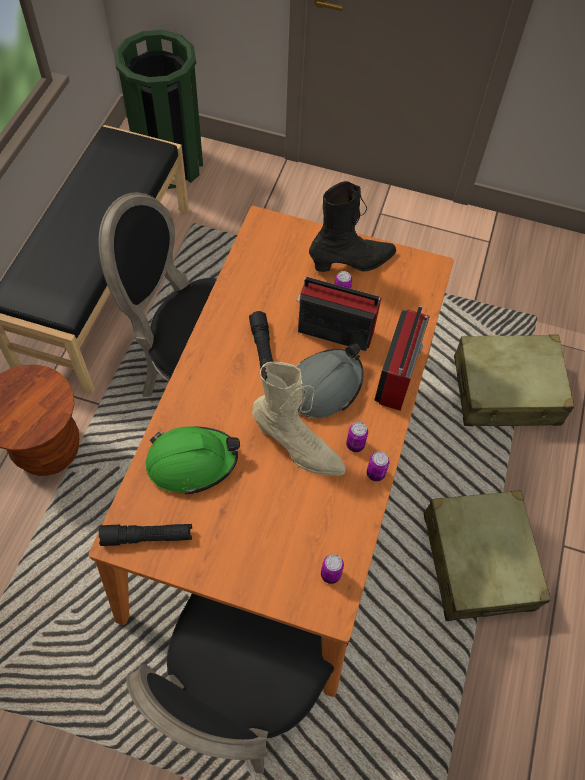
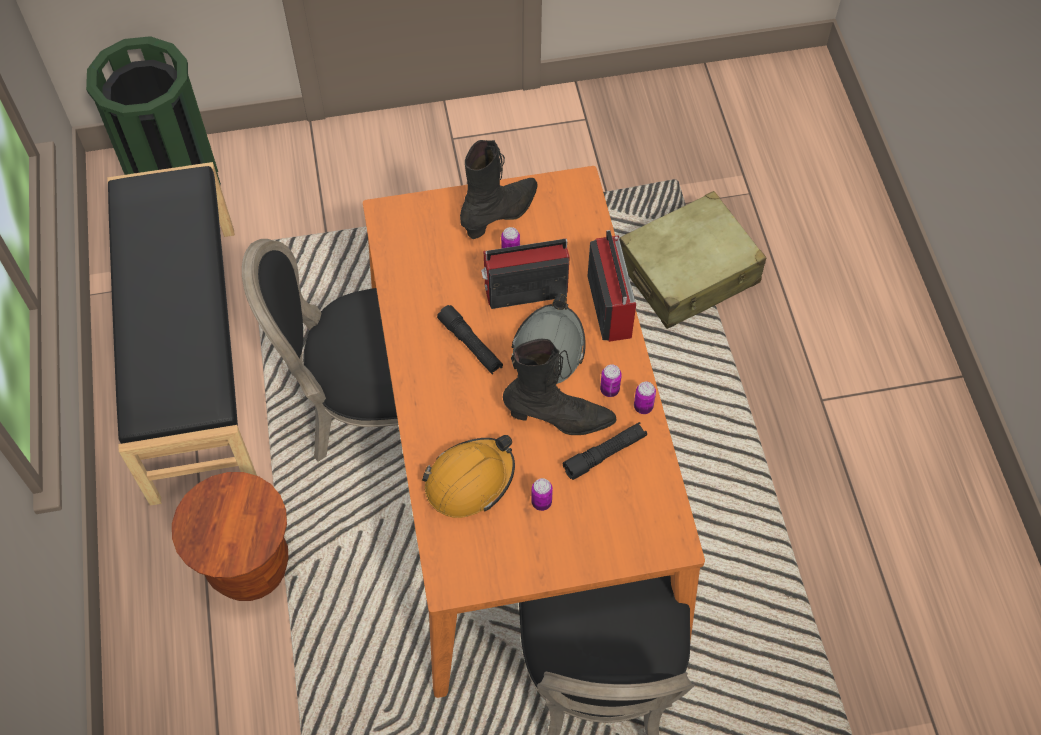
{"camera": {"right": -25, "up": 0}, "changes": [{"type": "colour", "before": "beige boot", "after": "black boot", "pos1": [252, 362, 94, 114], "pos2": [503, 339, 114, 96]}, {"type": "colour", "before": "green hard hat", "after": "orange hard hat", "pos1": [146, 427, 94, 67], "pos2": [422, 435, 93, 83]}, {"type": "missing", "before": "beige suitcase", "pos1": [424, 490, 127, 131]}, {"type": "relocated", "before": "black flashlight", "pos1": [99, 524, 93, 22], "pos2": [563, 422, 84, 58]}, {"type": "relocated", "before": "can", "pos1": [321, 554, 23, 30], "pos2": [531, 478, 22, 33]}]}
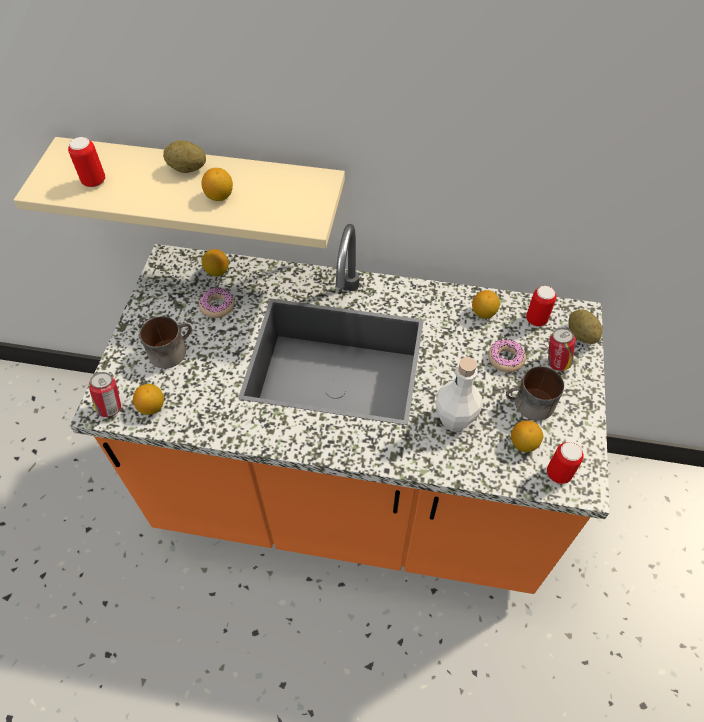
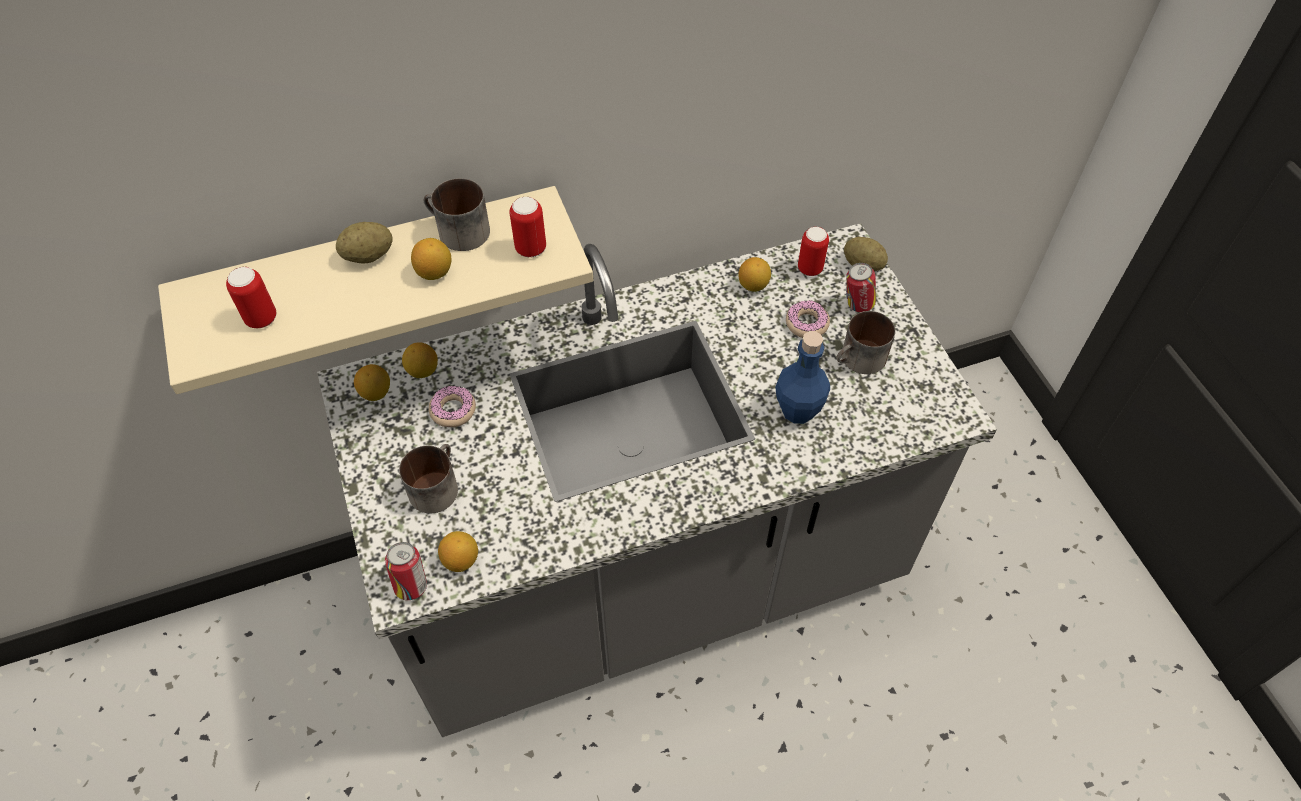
{"camera": {"right": -30, "up": 0}, "changes": [{"type": "colour", "before": "orange counter", "after": "grey counter", "pos1": [70, 224, 540, 370], "pos2": [317, 223, 680, 514]}, {"type": "colour", "before": "white bottle", "after": "blue bottle", "pos1": [435, 357, 47, 74], "pos2": [775, 331, 55, 93]}, {"type": "relocated", "before": "lemon", "pos1": [511, 420, 32, 32], "pos2": [354, 364, 36, 37]}, {"type": "relocated", "before": "can", "pos1": [547, 442, 37, 42], "pos2": [509, 197, 37, 60]}, {"type": "appeared", "after": "mug", "pos2": [424, 178, 66, 73]}]}
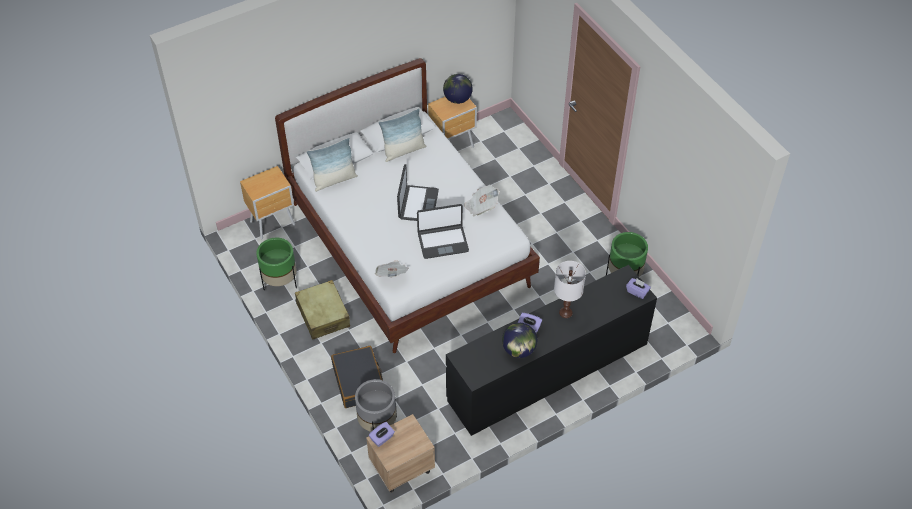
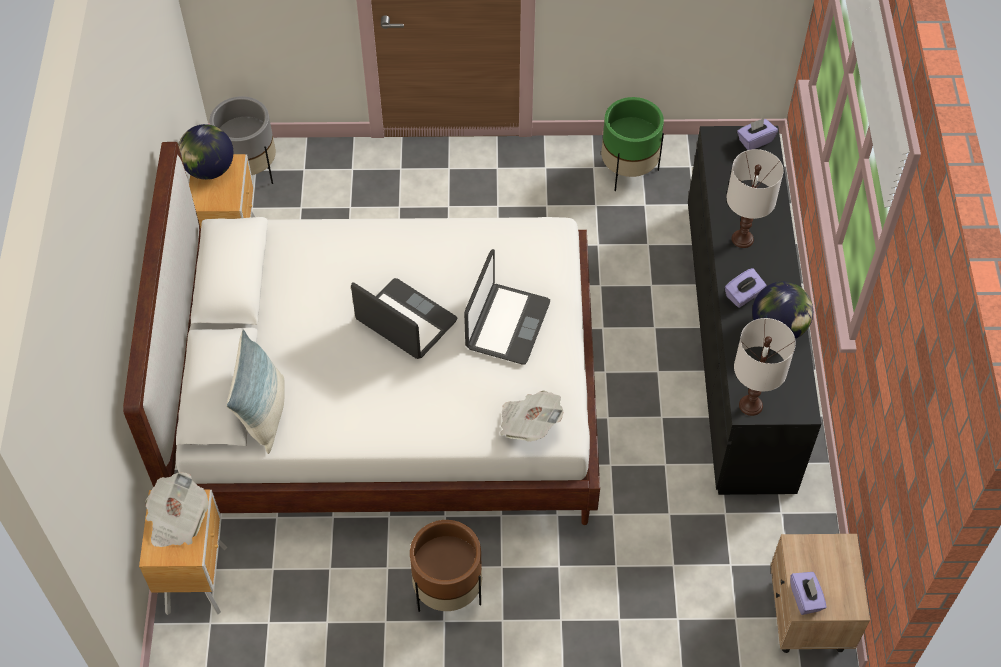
{"camera": {"right": -60, "up": 5}, "changes": [{"type": "missing", "before": "pillow", "pos1": [378, 108, 49, 54]}, {"type": "relocated", "before": "newspaper", "pos1": [464, 185, 36, 31], "pos2": [145, 472, 64, 75]}, {"type": "missing", "before": "green planter", "pos1": [256, 238, 41, 52]}, {"type": "exchanged", "before": "beige suitcase", "after": "brown planter", "pos1": [295, 280, 55, 60], "pos2": [410, 520, 72, 92]}, {"type": "missing", "before": "black suitcase", "pos1": [331, 346, 52, 62]}, {"type": "relocated", "before": "grey planter", "pos1": [355, 379, 42, 53], "pos2": [210, 96, 66, 88]}, {"type": "appeared", "after": "white table lamp", "pos2": [734, 318, 62, 98]}]}
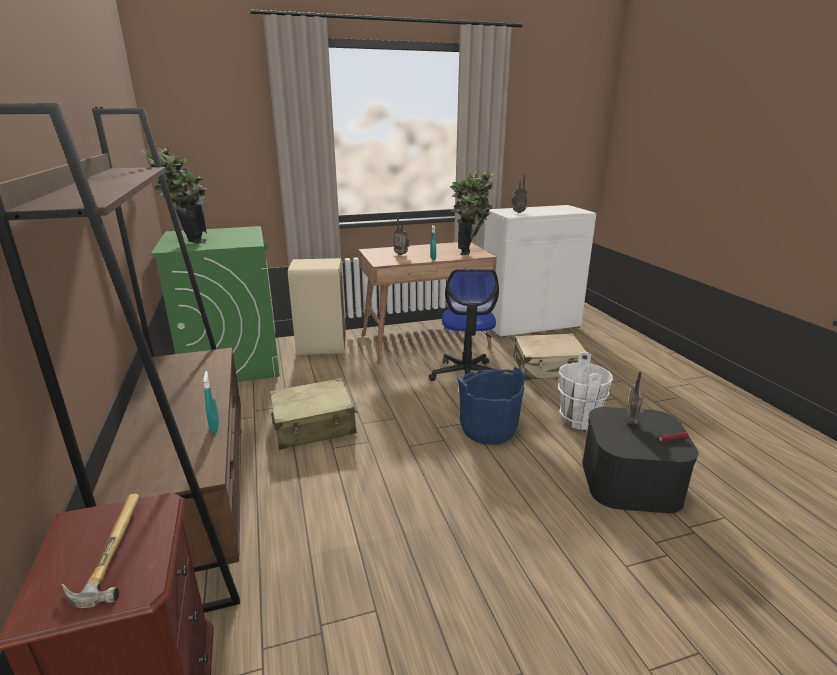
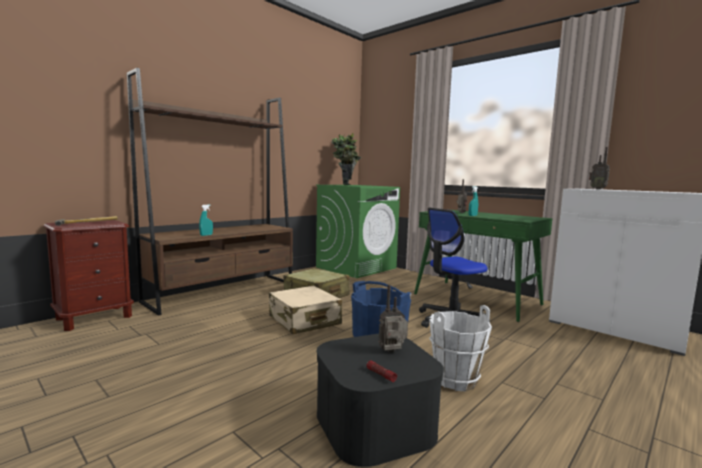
{"camera": {"right": 60, "up": -15}, "changes": [{"type": "missing", "before": "potted plant", "pos1": [450, 171, 44, 84]}, {"type": "colour", "before": "brown desk", "after": "green desk", "pos1": [358, 242, 139, 123], "pos2": [414, 210, 138, 112]}, {"type": "missing", "before": "beige trash can", "pos1": [288, 258, 58, 97]}, {"type": "relocated", "before": "beige suitcase", "pos1": [514, 333, 73, 47], "pos2": [269, 286, 73, 48]}]}
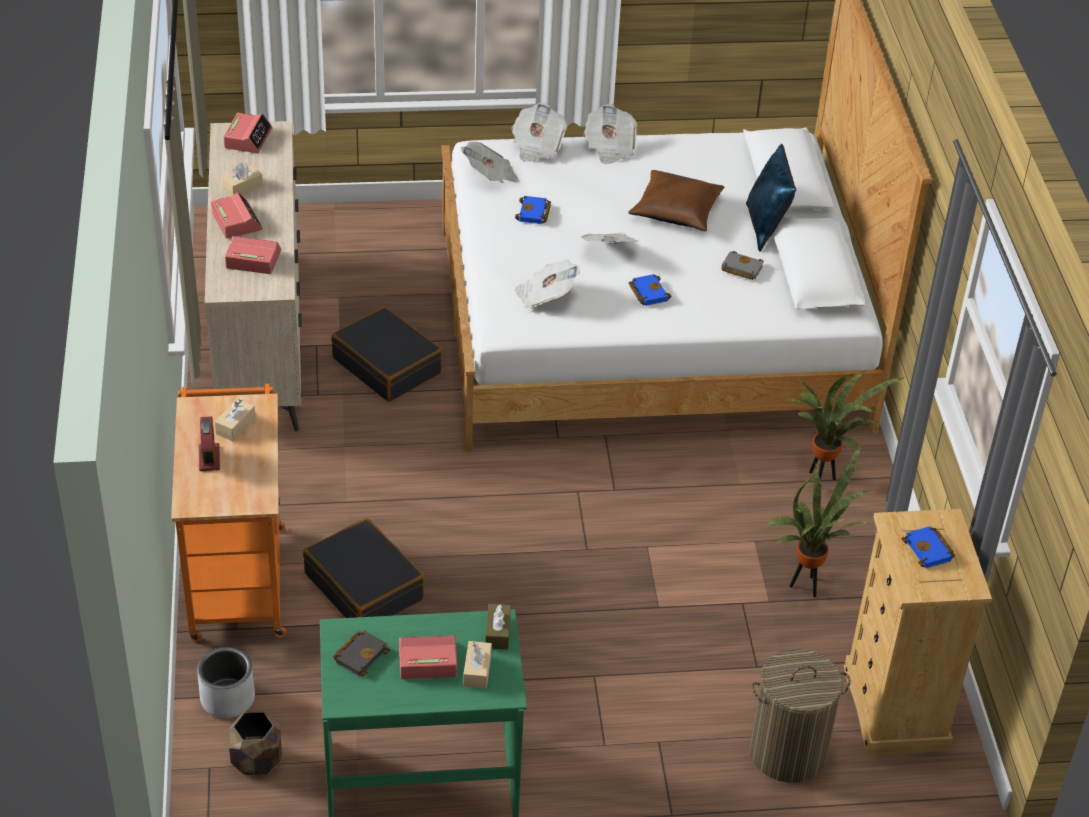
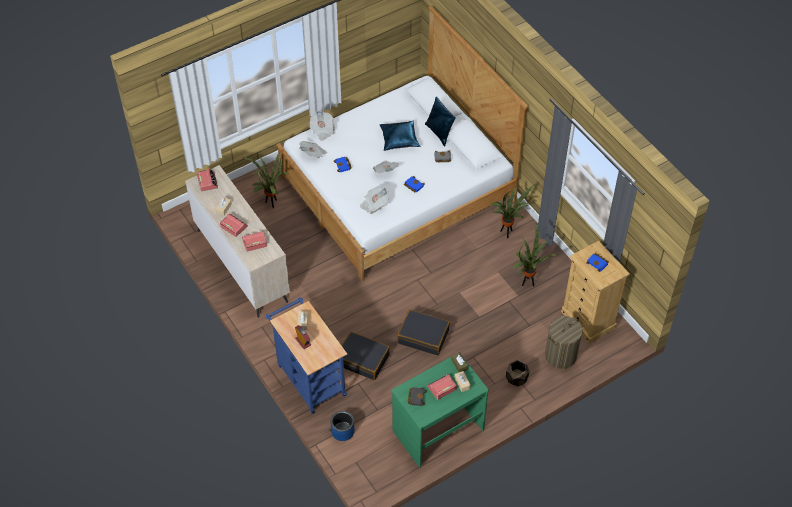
{"camera": {"right": -25, "up": 10}, "changes": [{"type": "missing", "before": "newspaper", "pos1": [584, 104, 53, 60]}, {"type": "colour", "before": "brown pillow", "after": "blue pillow", "pos1": [628, 170, 96, 61], "pos2": [380, 121, 40, 30]}, {"type": "relocated", "before": "black suitcase", "pos1": [331, 306, 112, 96], "pos2": [397, 309, 53, 46]}, {"type": "colour", "before": "orange cart", "after": "blue cart", "pos1": [171, 384, 115, 257], "pos2": [265, 297, 82, 117]}, {"type": "colour", "before": "grey planter", "after": "blue planter", "pos1": [197, 647, 58, 71], "pos2": [331, 411, 24, 30]}, {"type": "relocated", "before": "brown planter", "pos1": [228, 712, 54, 63], "pos2": [506, 360, 23, 27]}, {"type": "appeared", "after": "potted plant", "pos2": [242, 152, 48, 56]}]}
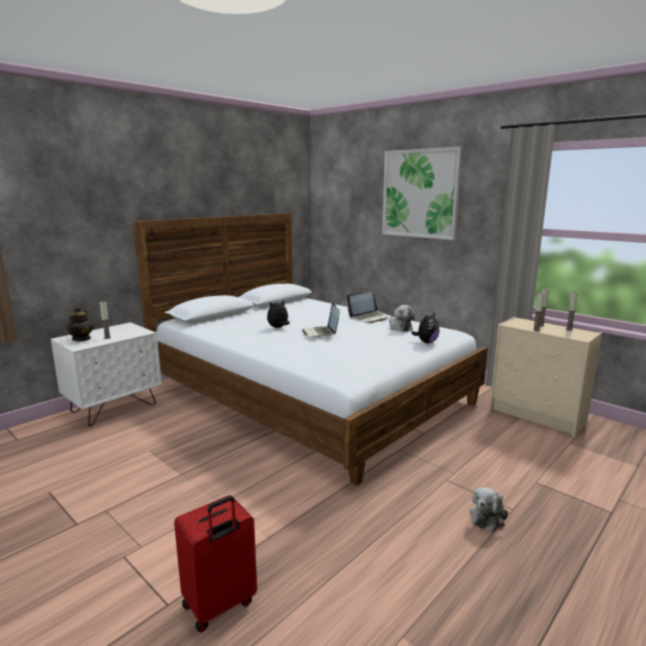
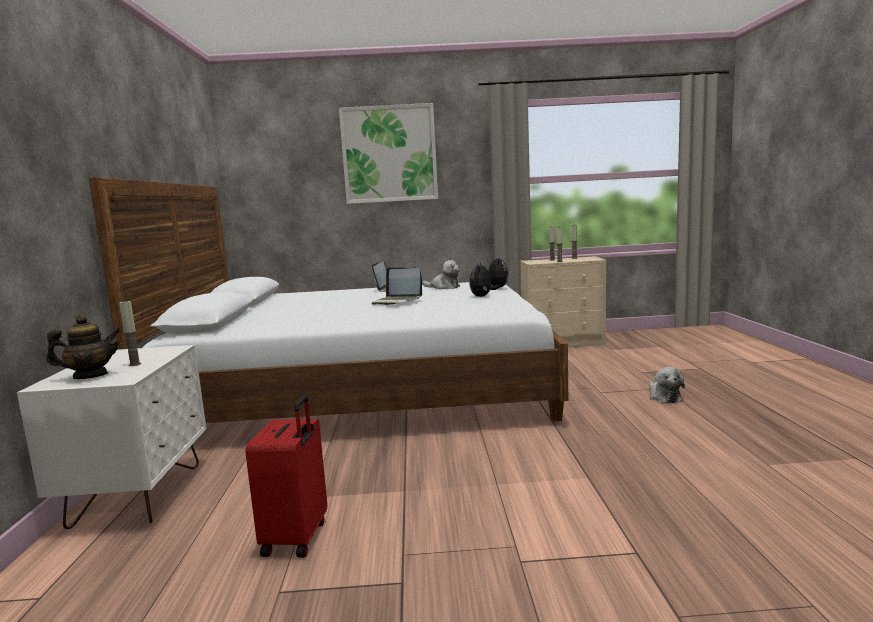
{"camera": {"right": -45, "up": -5}, "changes": [{"type": "relocated", "before": "plush toy", "pos1": [267, 300, 23, 28], "pos2": [469, 262, 31, 35]}, {"type": "spun", "before": "teapot", "pos1": [66, 306, 27, 35], "pos2": [46, 315, 76, 64], "turn": -60}, {"type": "relocated", "before": "red suitcase", "pos1": [174, 495, 83, 137], "pos2": [245, 395, 82, 163]}]}
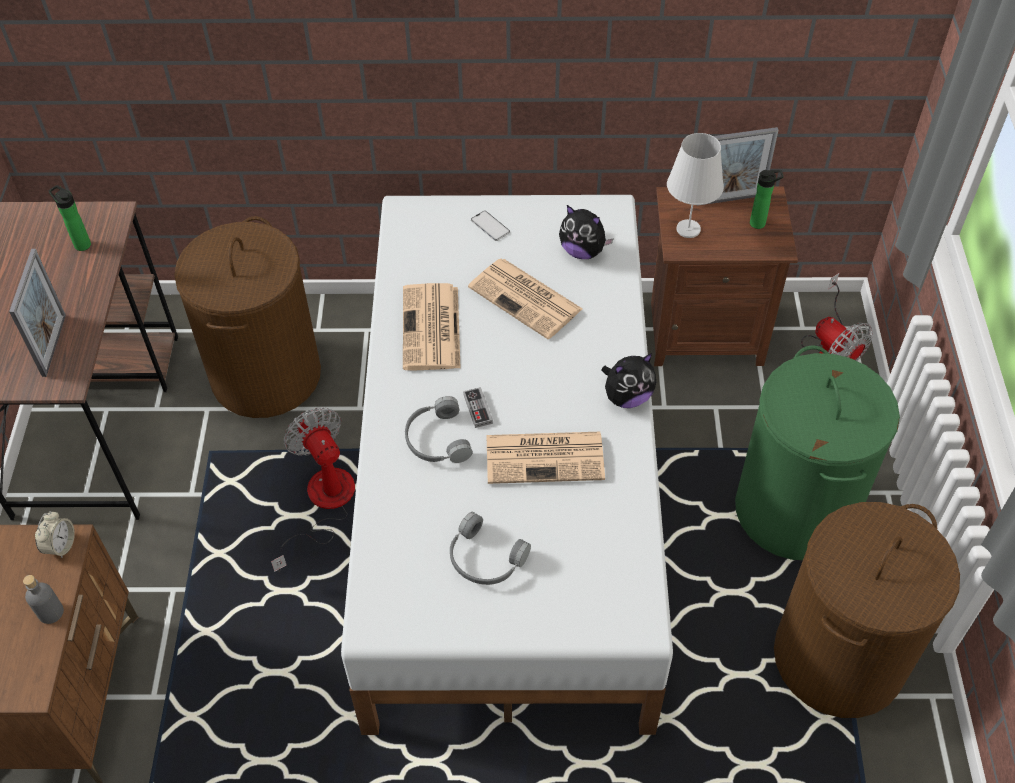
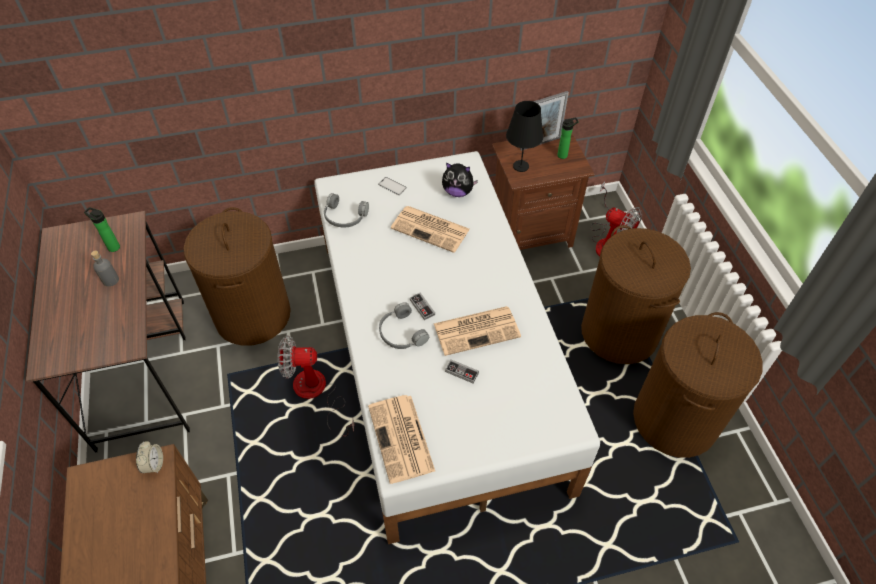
{"camera": {"right": -15, "up": 0}, "changes": [{"type": "colour", "before": "white table lamp", "after": "black table lamp", "pos1": [667, 133, 57, 105], "pos2": [506, 101, 37, 71]}, {"type": "missing", "before": "picture frame", "pos1": [9, 249, 57, 128]}, {"type": "relocated", "before": "newspaper", "pos1": [403, 283, 57, 88], "pos2": [368, 395, 67, 89]}, {"type": "colour", "before": "green laundry basket", "after": "brown laundry basket", "pos1": [735, 345, 165, 215], "pos2": [581, 225, 110, 139]}, {"type": "missing", "before": "plush toy", "pos1": [601, 353, 55, 55]}, {"type": "spun", "before": "fan", "pos1": [271, 407, 84, 165], "pos2": [278, 335, 76, 102], "turn": -45}, {"type": "relocated", "before": "grey headphones", "pos1": [450, 512, 81, 73], "pos2": [324, 193, 45, 34]}, {"type": "relocated", "before": "grey bottle", "pos1": [23, 575, 41, 49], "pos2": [91, 250, 28, 37]}, {"type": "appeared", "after": "game controller", "pos2": [445, 359, 34, 25]}]}
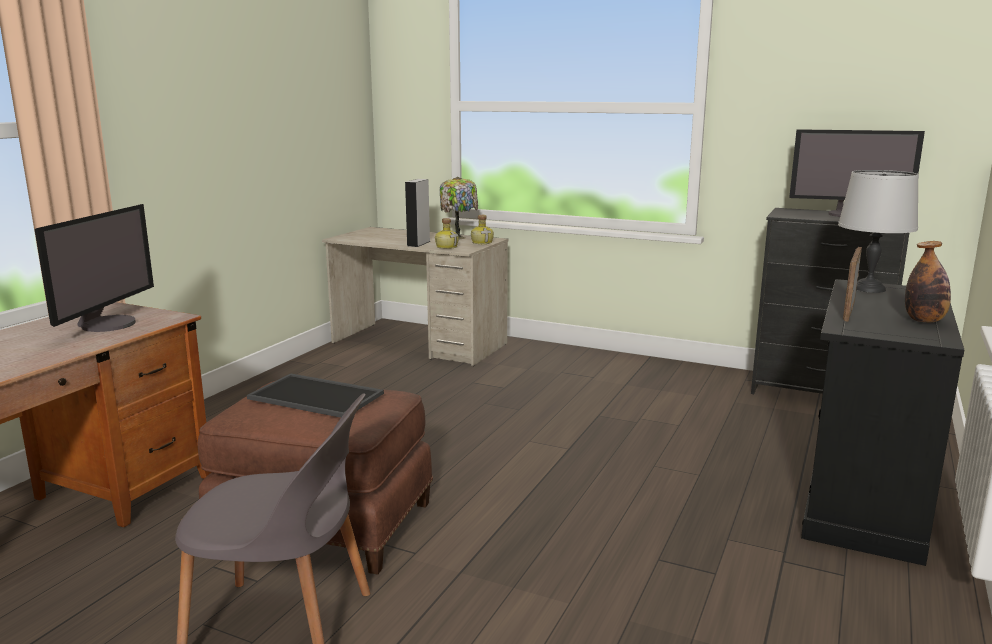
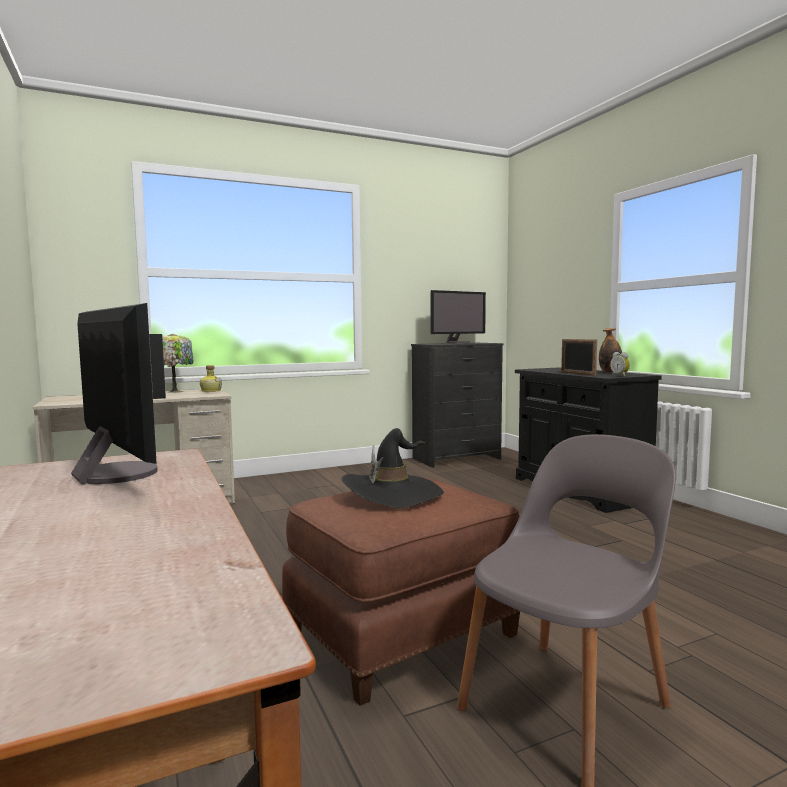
{"camera": {"right": -50, "up": -10}, "changes": [{"type": "missing", "before": "grey table lamp", "pos1": [838, 170, 81, 123]}, {"type": "missing", "before": "bottle", "pos1": [435, 218, 24, 31]}, {"type": "exchanged", "before": "tray", "after": "black hat", "pos1": [247, 374, 137, 44], "pos2": [341, 428, 103, 80]}, {"type": "appeared", "after": "alarm clock", "pos2": [610, 352, 20, 25]}]}
